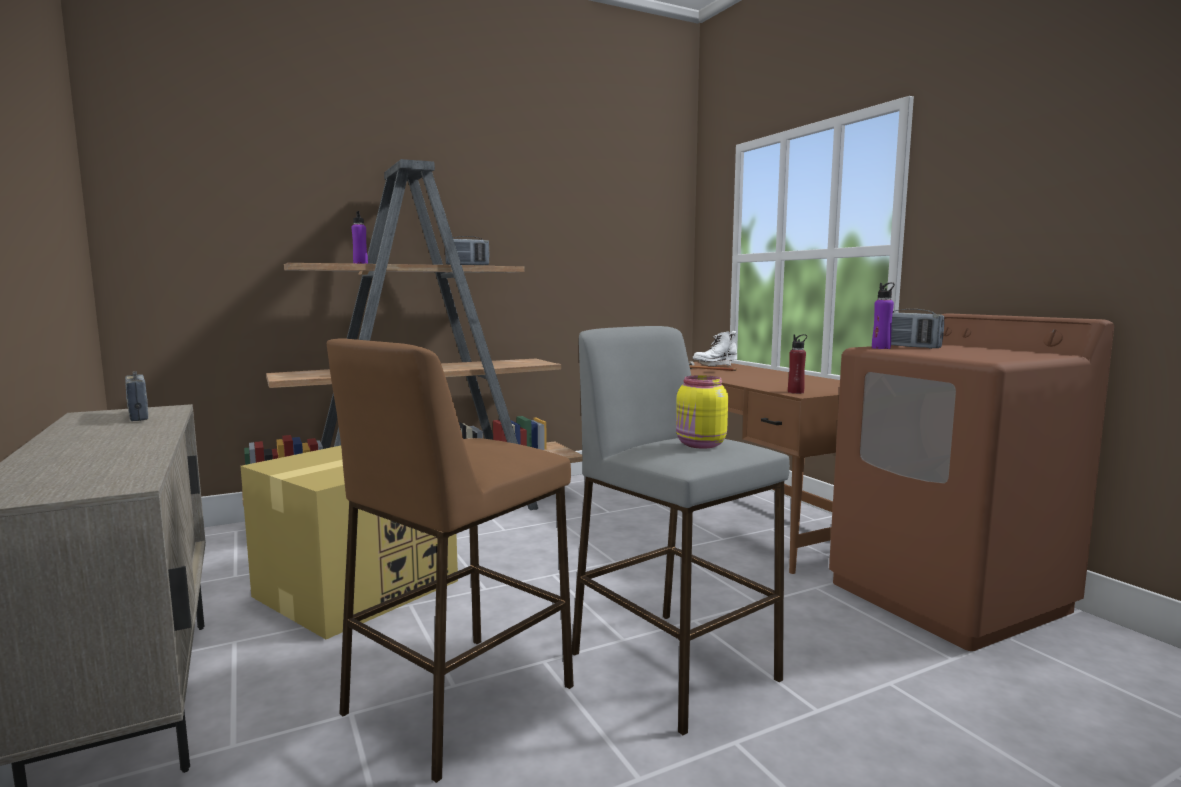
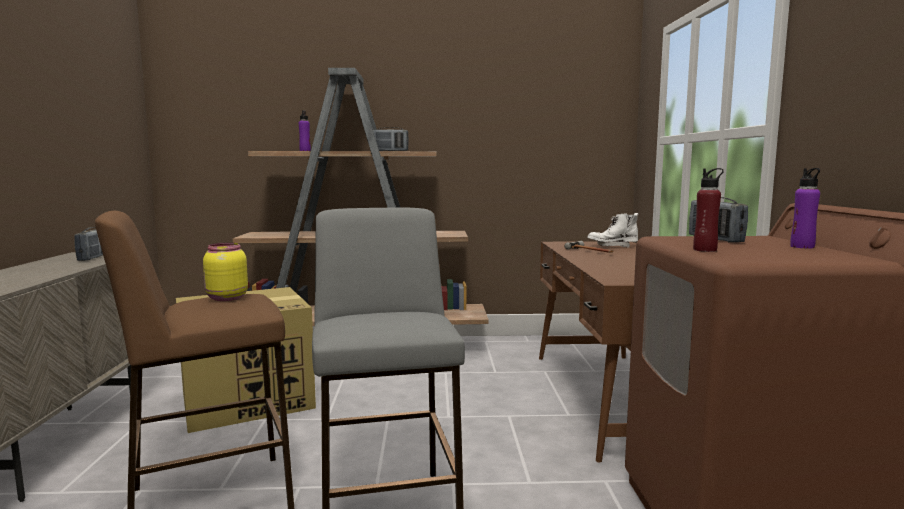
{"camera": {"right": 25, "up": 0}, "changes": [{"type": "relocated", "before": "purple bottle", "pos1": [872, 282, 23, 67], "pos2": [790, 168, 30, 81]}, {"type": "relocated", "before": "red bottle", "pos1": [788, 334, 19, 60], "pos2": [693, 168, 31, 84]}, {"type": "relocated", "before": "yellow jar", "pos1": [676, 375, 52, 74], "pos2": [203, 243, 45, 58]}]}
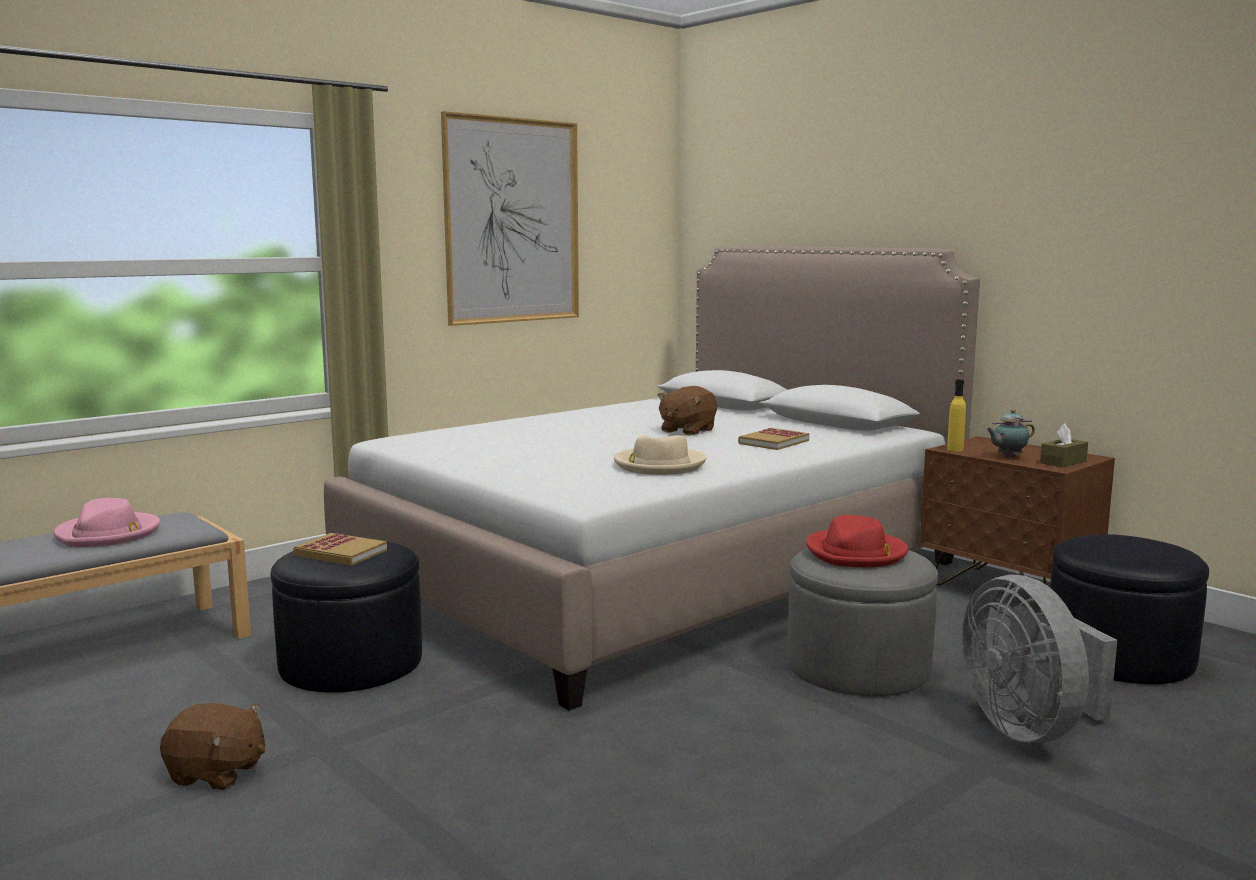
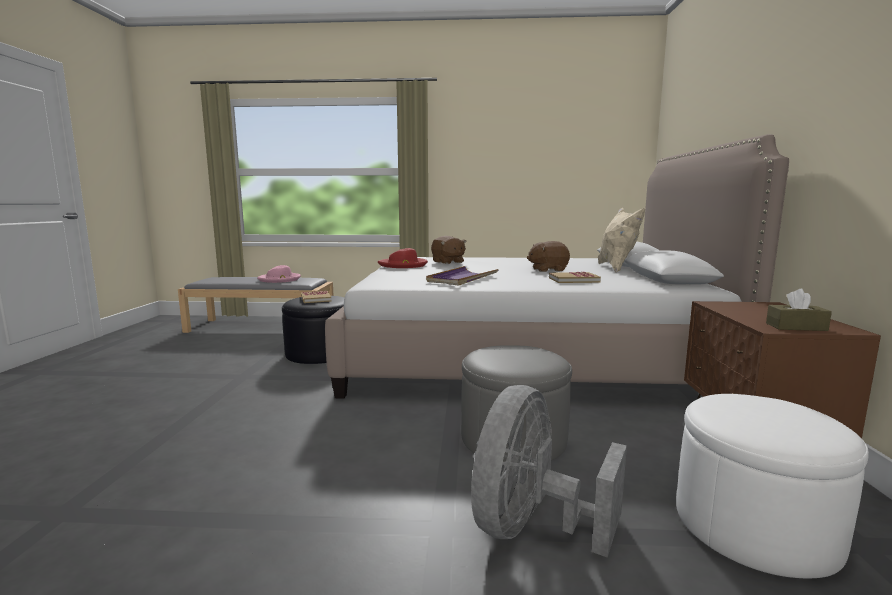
{"camera": {"right": 45, "up": 0}, "changes": [{"type": "missing", "before": "picture", "pos1": [441, 111, 138, 215]}, {"type": "missing", "before": "yellow bottle", "pos1": [947, 379, 19, 73]}, {"type": "missing", "before": "teapot", "pos1": [986, 409, 49, 49]}, {"type": "exchanged", "before": "beige hat", "after": "purple tray", "pos1": [614, 435, 93, 40], "pos2": [426, 266, 73, 20]}, {"type": "relocated", "before": "red hat", "pos1": [806, 515, 102, 52], "pos2": [378, 248, 50, 20]}, {"type": "colour", "before": "black ottoman", "after": "white ottoman", "pos1": [1048, 534, 161, 150], "pos2": [676, 394, 193, 184]}, {"type": "relocated", "before": "brown plush toy", "pos1": [160, 703, 105, 87], "pos2": [431, 236, 35, 28]}, {"type": "appeared", "after": "beige pillow", "pos2": [598, 207, 47, 66]}]}
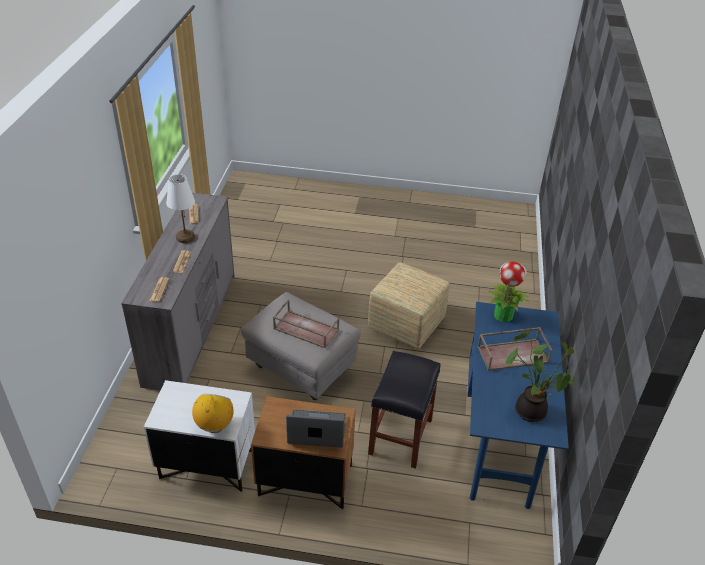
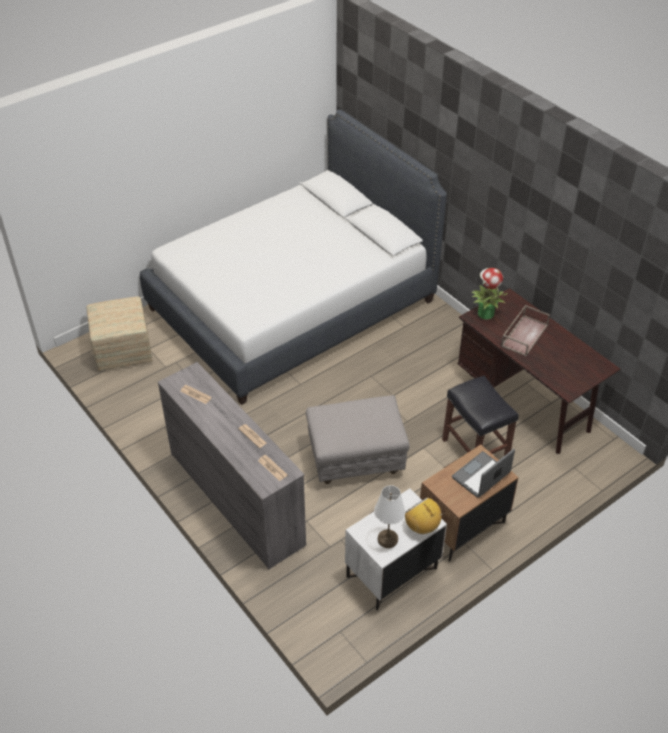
{"camera": {"right": -45, "up": 5}, "changes": [{"type": "relocated", "before": "white table lamp", "pos1": [166, 174, 29, 69], "pos2": [374, 485, 31, 63]}, {"type": "relocated", "before": "ottoman", "pos1": [368, 263, 81, 87], "pos2": [86, 297, 67, 74]}, {"type": "missing", "before": "brown tray", "pos1": [273, 299, 66, 49]}, {"type": "colour", "before": "blue desk", "after": "brown desk", "pos1": [467, 302, 102, 207], "pos2": [458, 288, 162, 166]}, {"type": "missing", "before": "potted plant", "pos1": [505, 329, 71, 93]}, {"type": "appeared", "after": "white bed", "pos2": [140, 109, 307, 296]}]}
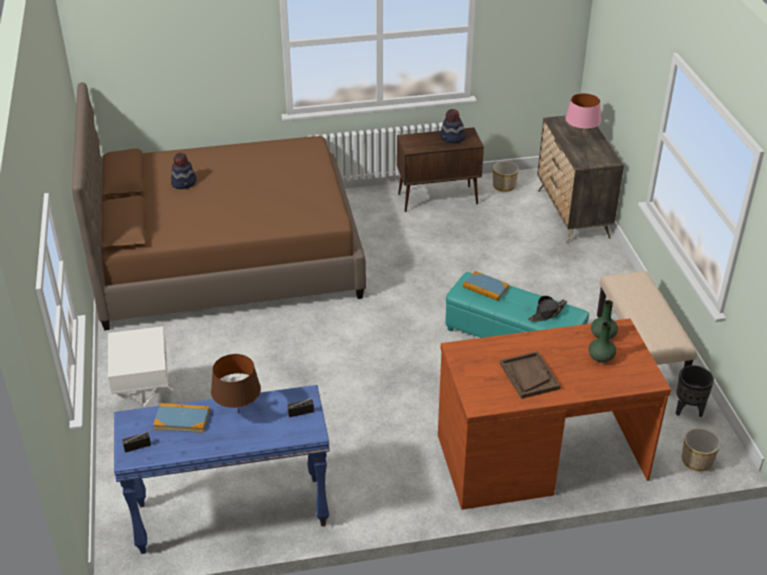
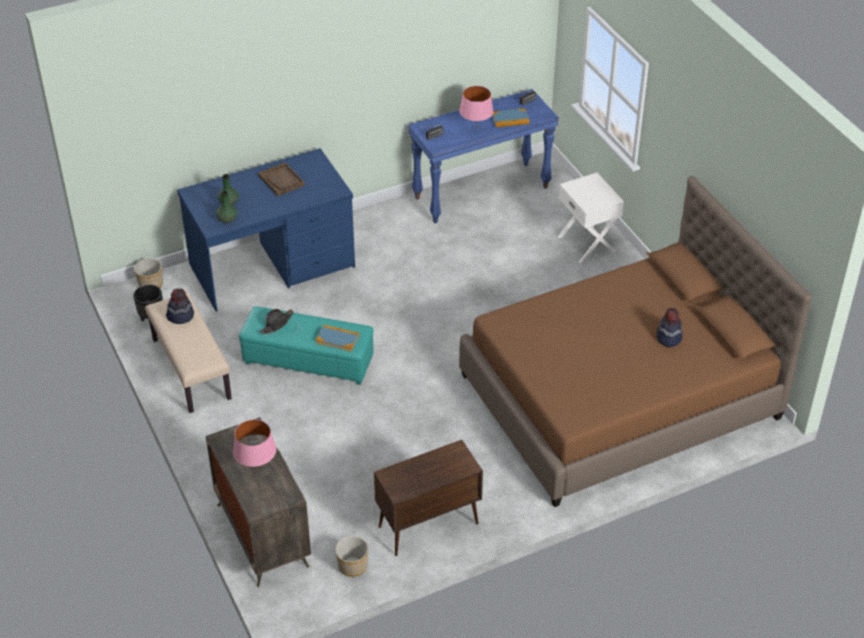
{"camera": {"right": 165, "up": 5}, "changes": [{"type": "relocated", "before": "hat", "pos1": [440, 109, 26, 34], "pos2": [166, 288, 28, 36]}, {"type": "colour", "before": "brown desk", "after": "blue desk", "pos1": [438, 319, 233, 190], "pos2": [177, 148, 178, 164]}, {"type": "colour", "before": "brown table lamp", "after": "pink table lamp", "pos1": [211, 354, 50, 60], "pos2": [460, 86, 34, 38]}]}
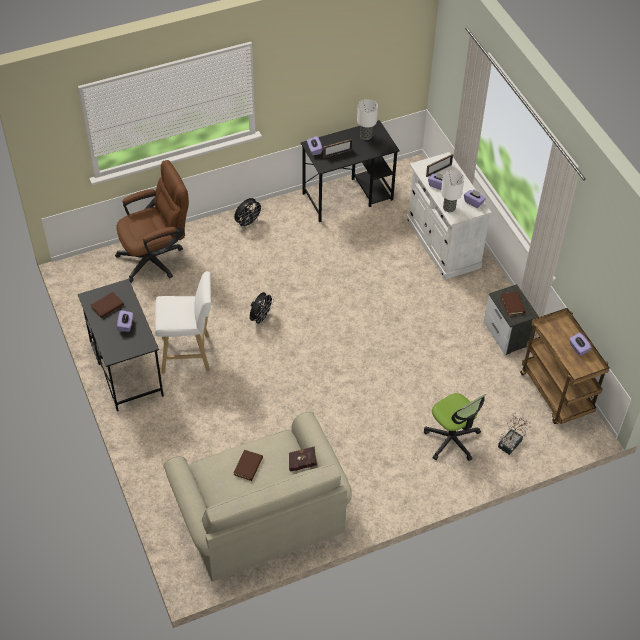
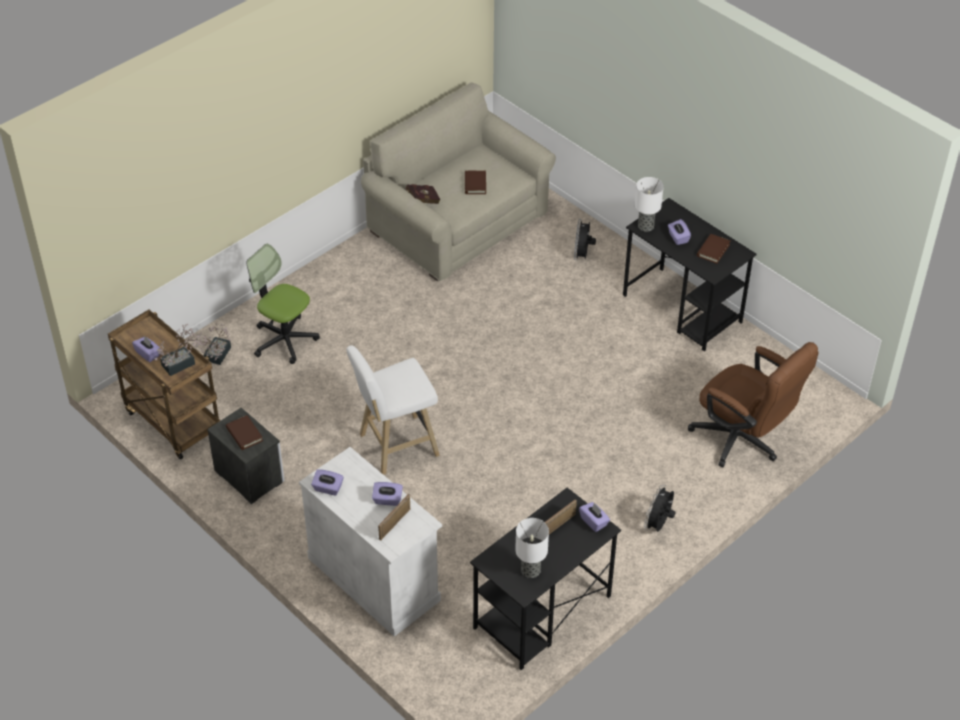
{"camera": {"right": 160, "up": -5}, "changes": [{"type": "spun", "before": "brown office chair", "pos1": [115, 160, 74, 122], "pos2": [688, 342, 130, 125], "turn": -90}, {"type": "relocated", "before": "table lamp", "pos1": [441, 170, 23, 42], "pos2": [635, 177, 29, 55]}, {"type": "relocated", "before": "white stool", "pos1": [155, 271, 56, 103], "pos2": [346, 345, 94, 130]}, {"type": "relocated", "before": "black fan", "pos1": [250, 292, 25, 34], "pos2": [574, 220, 22, 40]}, {"type": "appeared", "after": "potted plant", "pos2": [155, 324, 46, 52]}]}
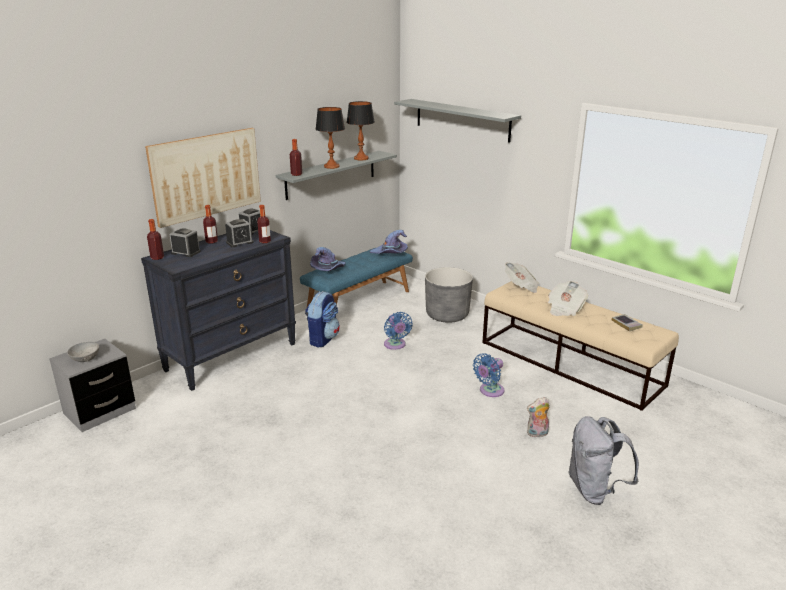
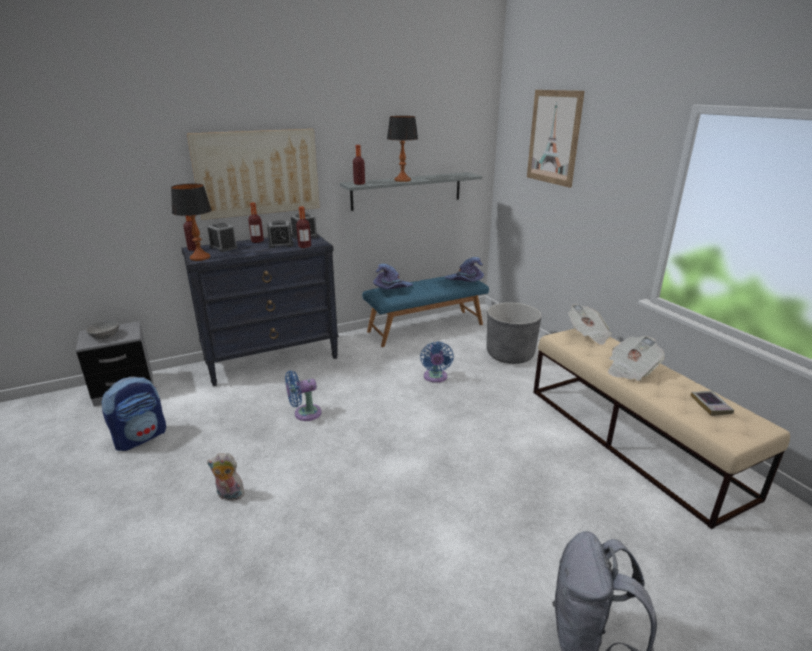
{"camera": {"right": 20, "up": 0}, "changes": [{"type": "exchanged", "before": "grey shelf", "after": "picture", "pos1": [394, 99, 127, 44], "pos2": [527, 90, 58, 98]}, {"type": "relocated", "before": "table lamp", "pos1": [347, 101, 28, 59], "pos2": [171, 184, 41, 77]}, {"type": "relocated", "before": "backpack", "pos1": [305, 291, 35, 57], "pos2": [102, 376, 64, 75]}, {"type": "relocated", "before": "blue fan", "pos1": [473, 353, 31, 44], "pos2": [285, 371, 37, 50]}, {"type": "relocated", "before": "plush toy", "pos1": [527, 397, 23, 40], "pos2": [207, 453, 38, 48]}]}
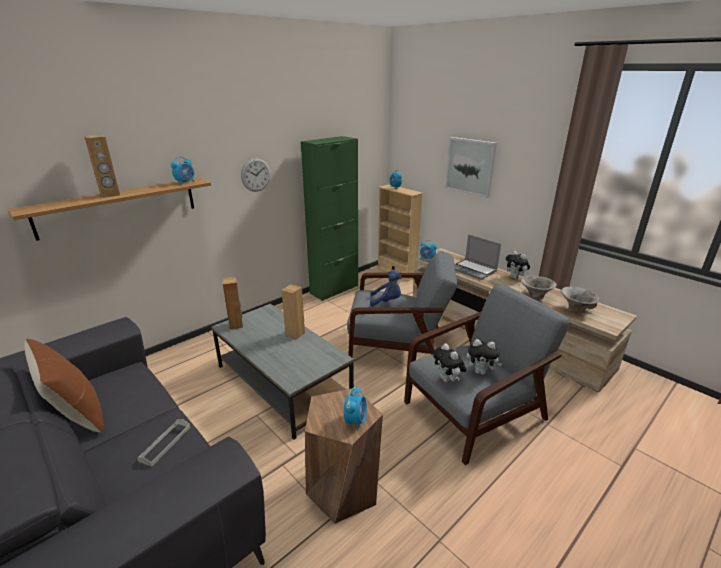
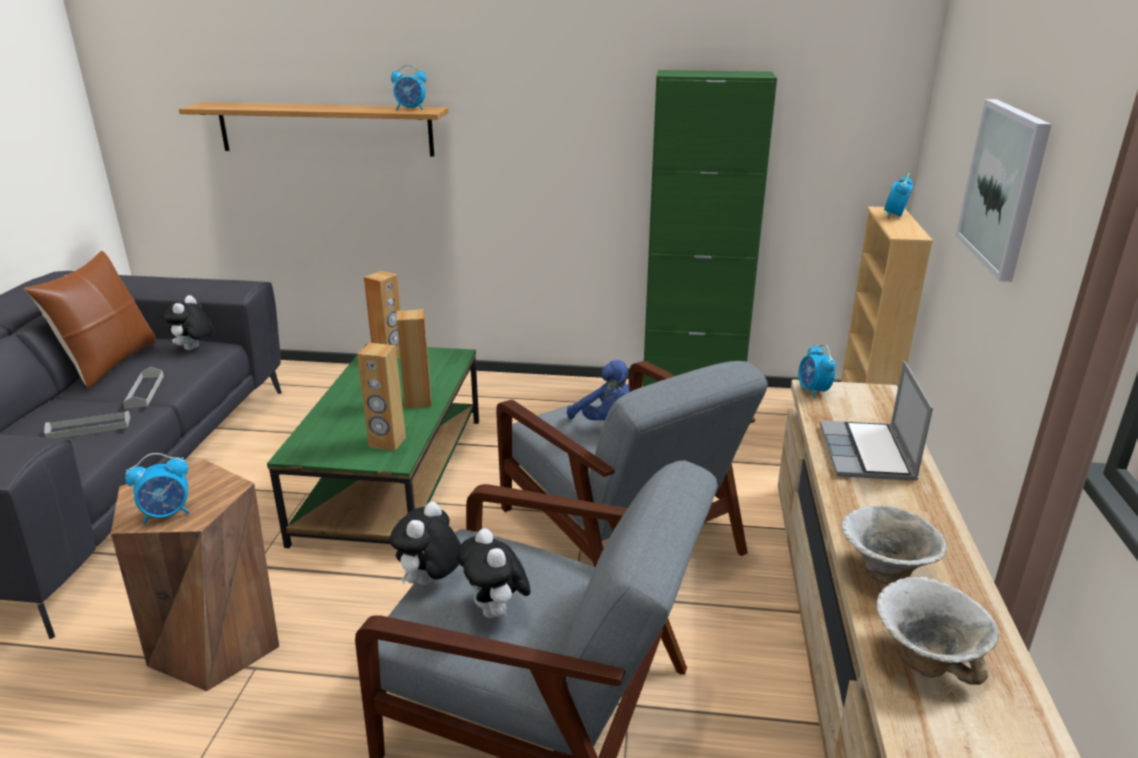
{"camera": {"right": 50, "up": 0}, "changes": [{"type": "relocated", "before": "brown speaker", "pos1": [84, 135, 36, 63], "pos2": [357, 343, 49, 108]}, {"type": "missing", "before": "wall clock", "pos1": [241, 158, 29, 34]}, {"type": "relocated", "before": "plush toy", "pos1": [506, 251, 24, 28], "pos2": [162, 295, 51, 56]}, {"type": "colour", "before": "grey coffee table", "after": "green coffee table", "pos1": [211, 304, 143, 135], "pos2": [267, 344, 212, 204]}, {"type": "appeared", "after": "grey tray", "pos2": [123, 367, 41, 41]}]}
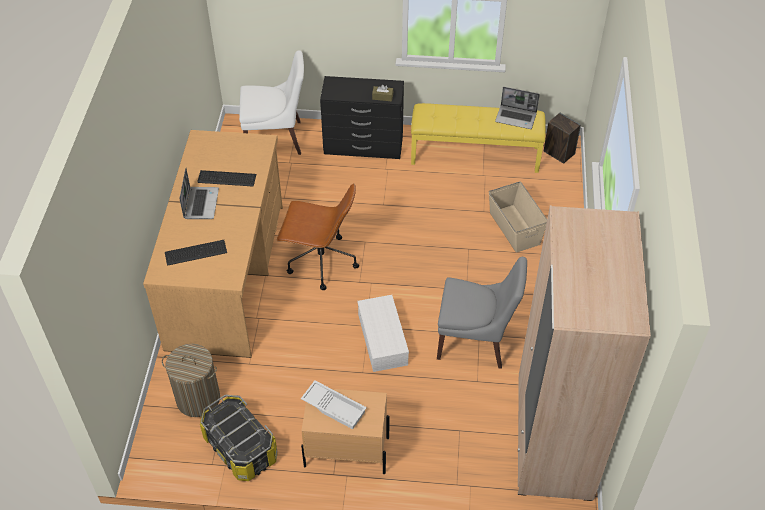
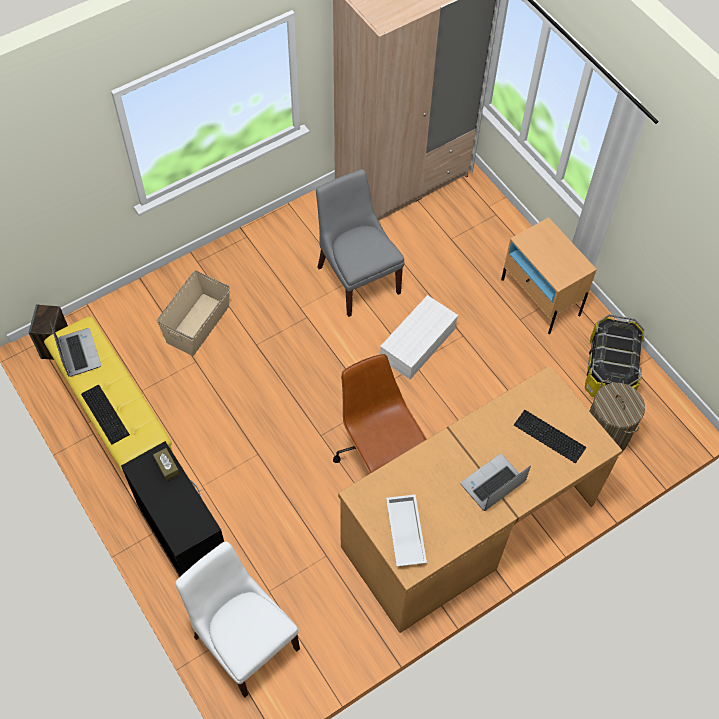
{"camera": {"right": -130, "up": 10}, "changes": [{"type": "relocated", "before": "keyboard", "pos1": [197, 170, 59, 17], "pos2": [81, 385, 49, 60]}, {"type": "relocated", "before": "white tray", "pos1": [301, 380, 66, 49], "pos2": [386, 494, 41, 73]}]}
